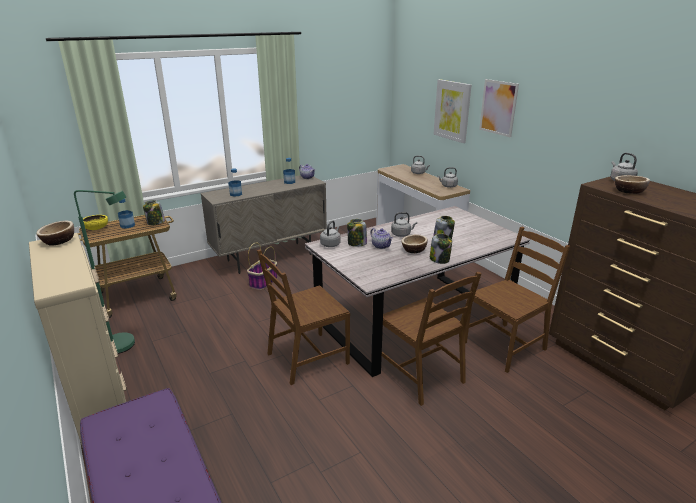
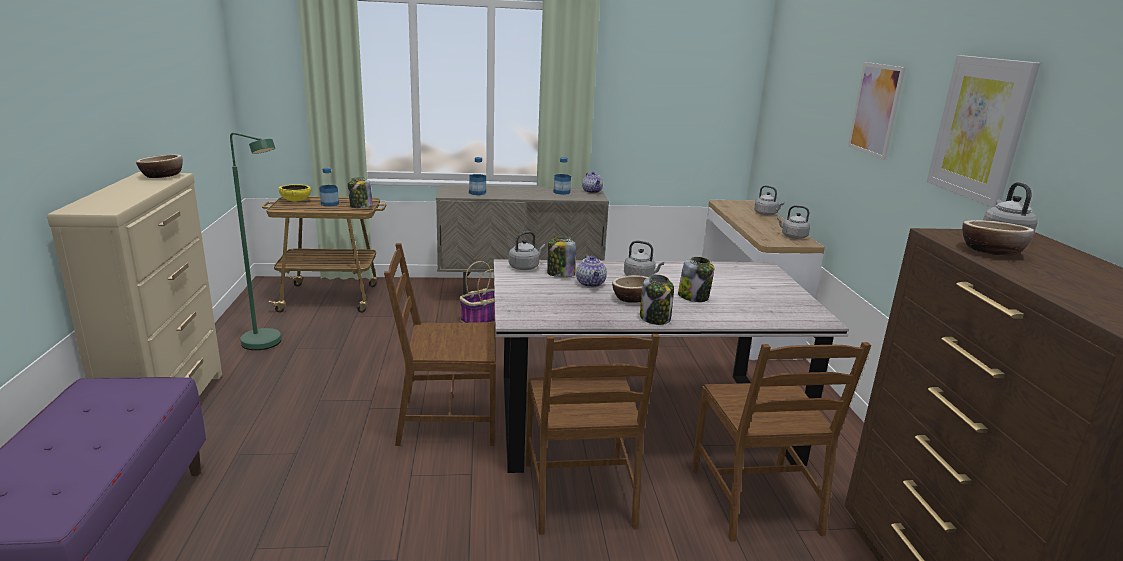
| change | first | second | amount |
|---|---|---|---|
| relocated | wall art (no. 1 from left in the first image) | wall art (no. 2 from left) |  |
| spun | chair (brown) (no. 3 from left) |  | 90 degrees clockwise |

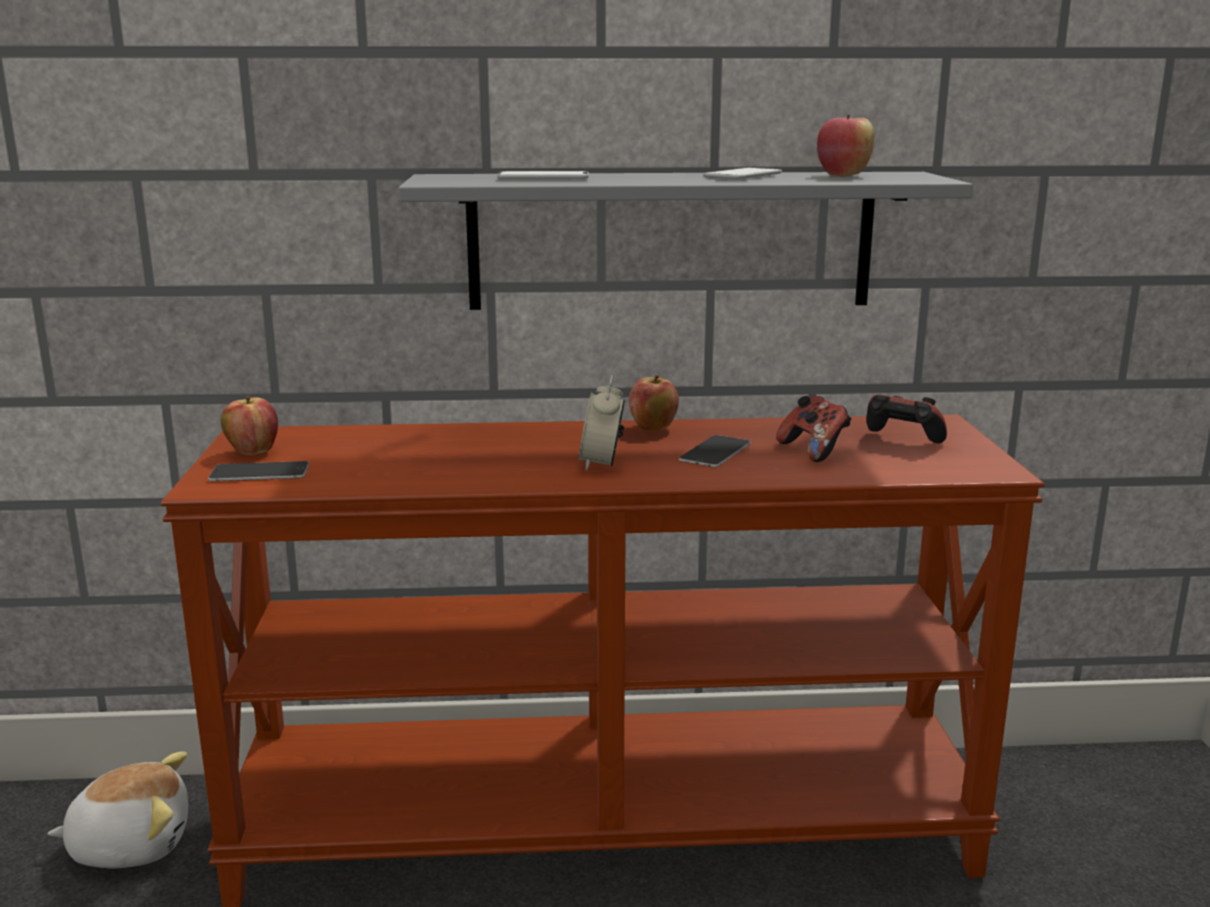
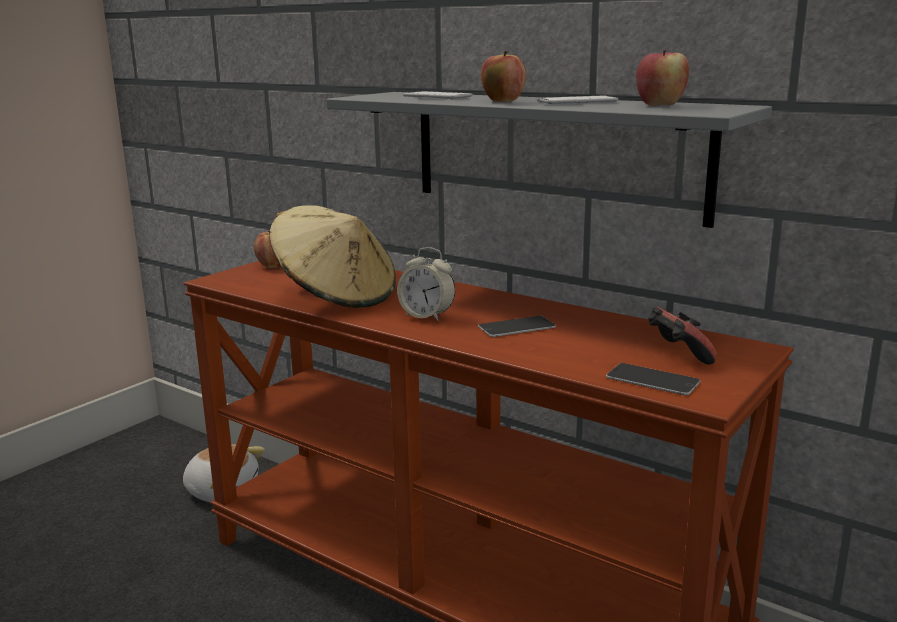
| change | first | second | amount |
|---|---|---|---|
| missing | game controller (no. 1 from left) |  |  |
| appeared |  | wearable hat (sand-coloured) |  |
| relocated | telephone (no. 1 from left in the first image) | telephone (no. 4 from left) |  |
| relocated | apple (no. 2 from left) |  |  |
| spun | alarm clock |  | 105 degrees counterclockwise |

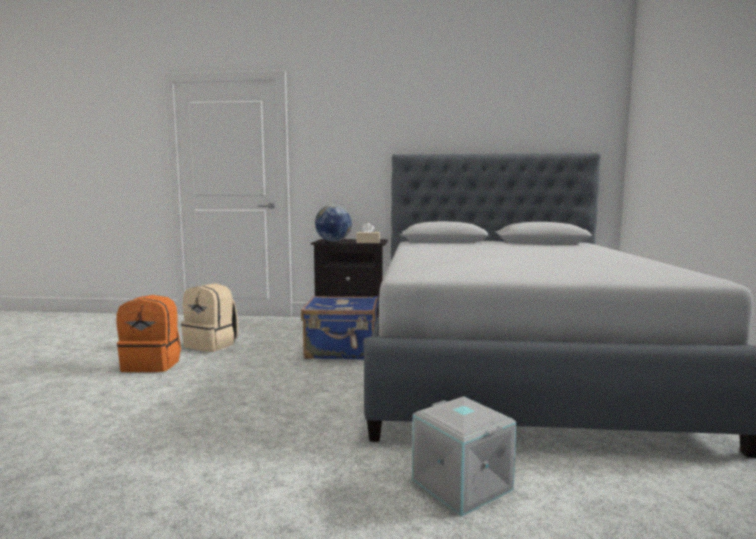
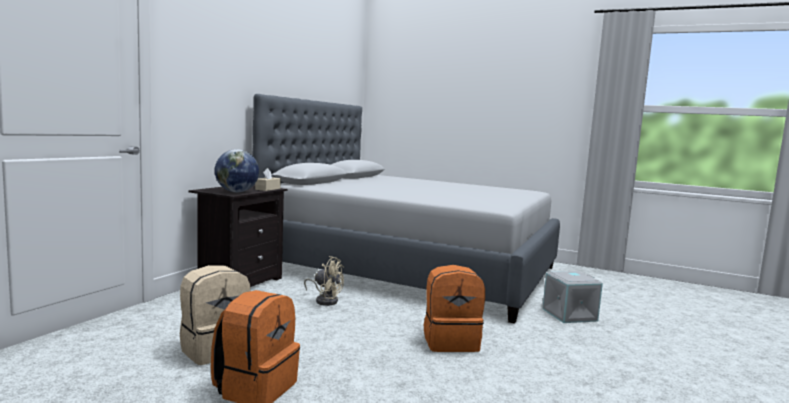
| change | first | second | amount |
|---|---|---|---|
| appeared |  | backpack (orange) (no. 2 from left) |  |
| exchanged | suitcase (blue) | electric fan (sand-coloured) |  |

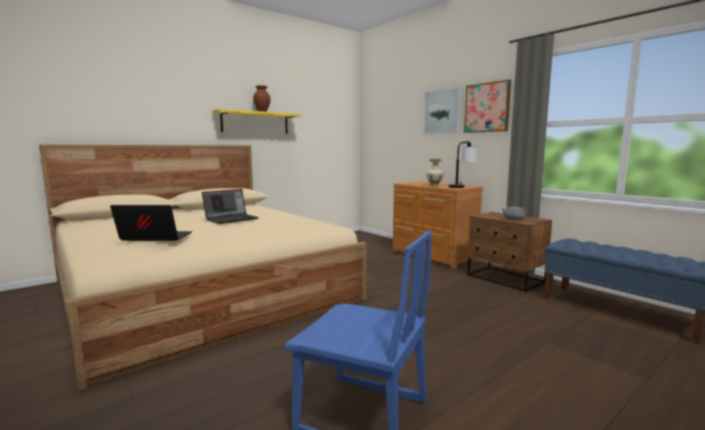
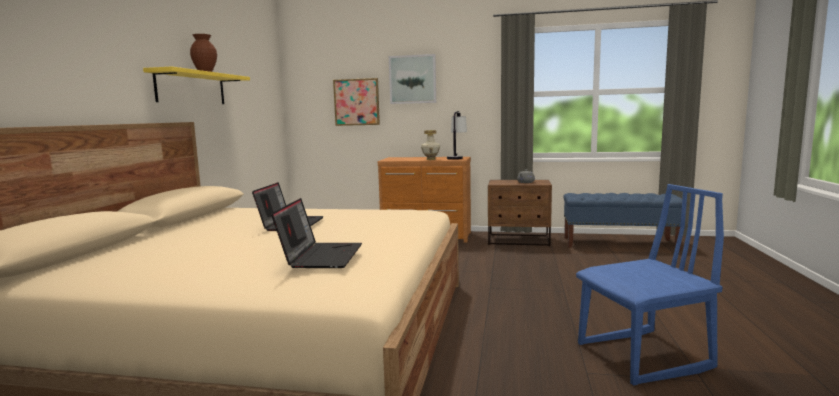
| change | first | second | amount |
|---|---|---|---|
| relocated | wall art (no. 2 from left in the first image) | wall art (no. 1 from left) |  |
| spun | laptop (no. 1 from left in the first image) | laptop (no. 2 from left) | 135 degrees clockwise |

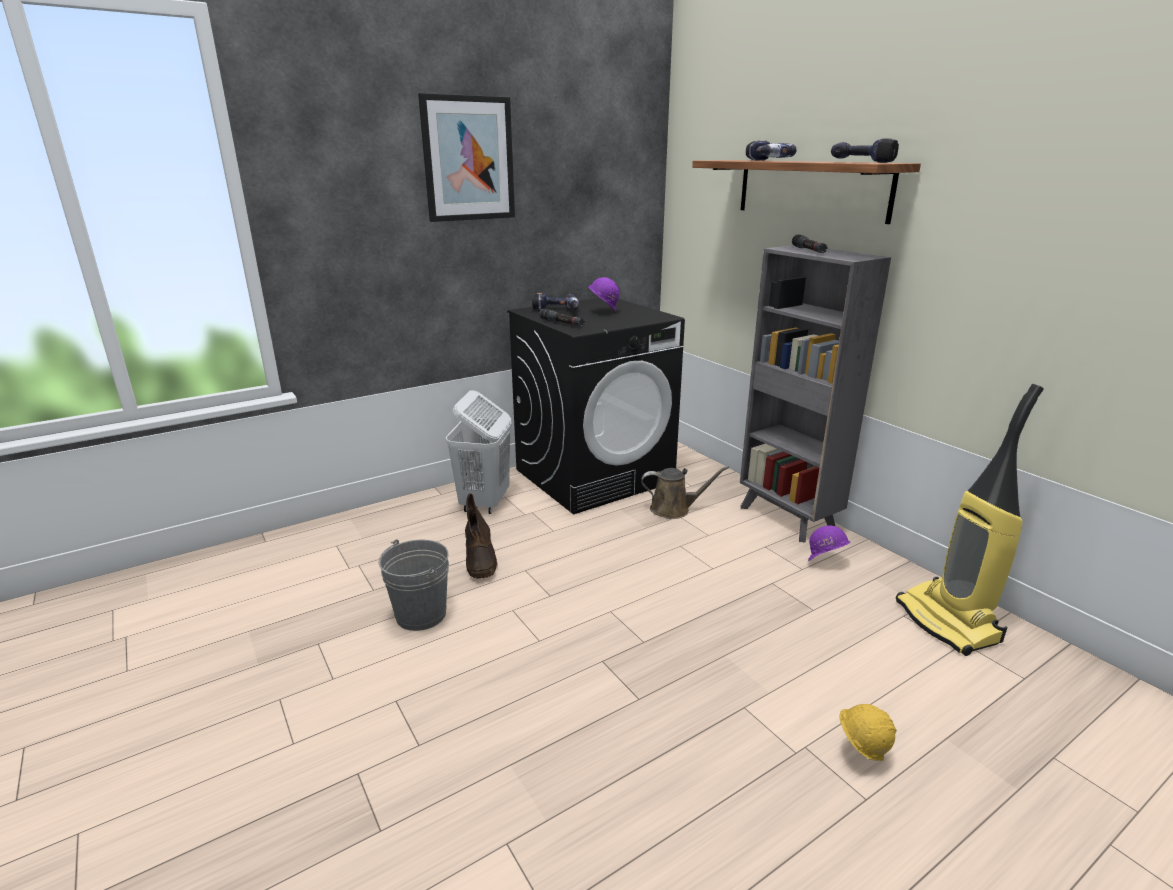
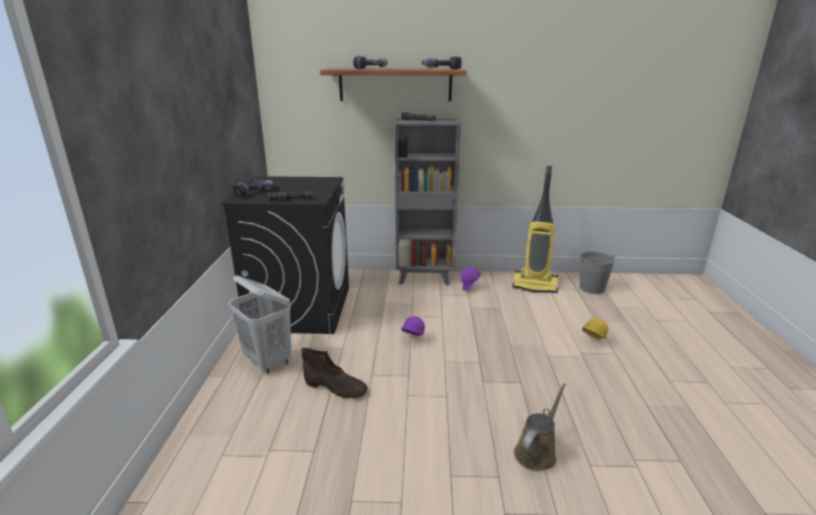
| change | first | second | amount |
|---|---|---|---|
| missing | wall art |  |  |
| relocated | bucket (gray) |  |  |
| relocated | safety helmet (purple) (no. 1 from left) |  |  |
| relocated | watering pot (brown) |  |  |

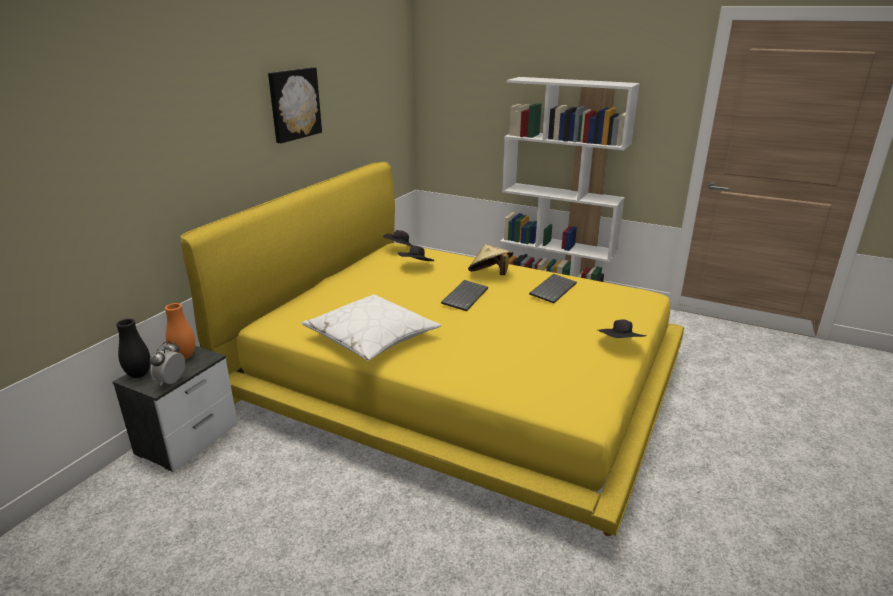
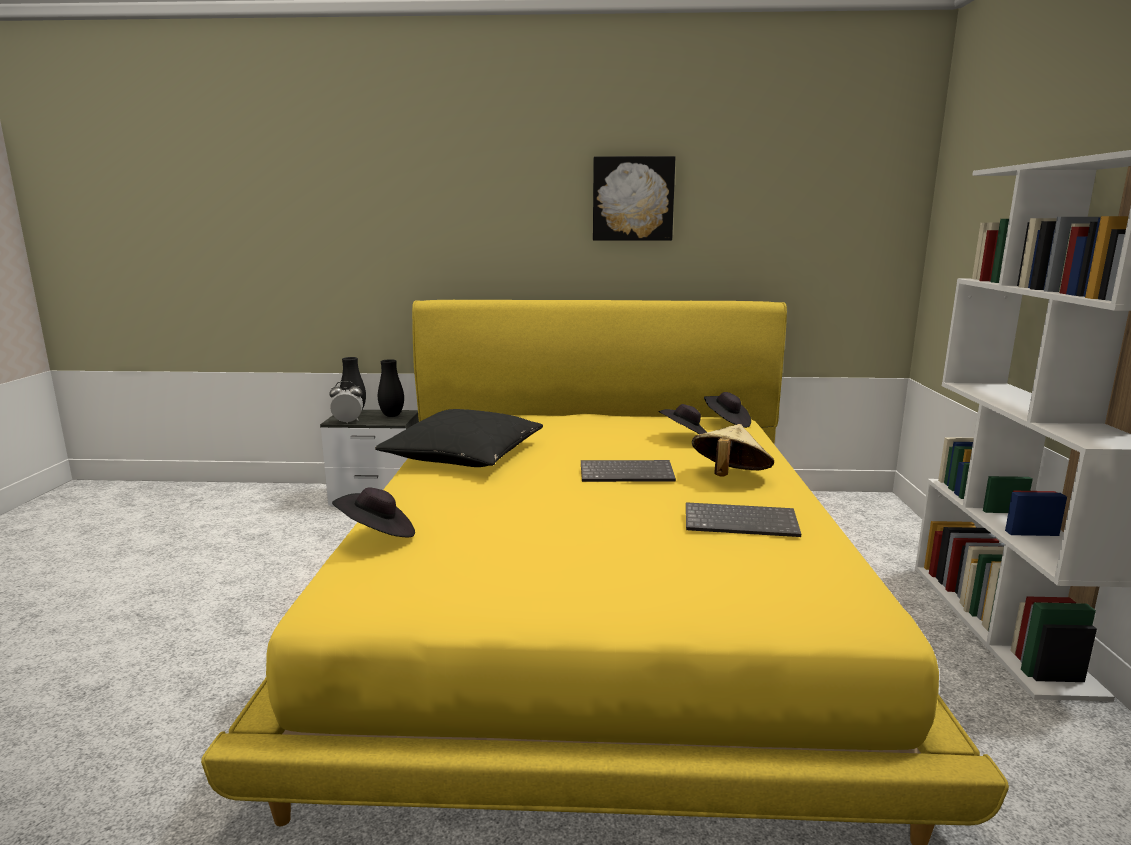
| change | first | second | amount |
|---|---|---|---|
| relocated | wearable hat (black-coloured) (no. 3 from left in the first image) | wearable hat (black-coloured) (no. 1 from left) |  |
| colour | vase (orange) | vase (black-coloured) (no. 2 from left) |  |
| colour | throw pillow (white) | throw pillow (black-coloured) |  |

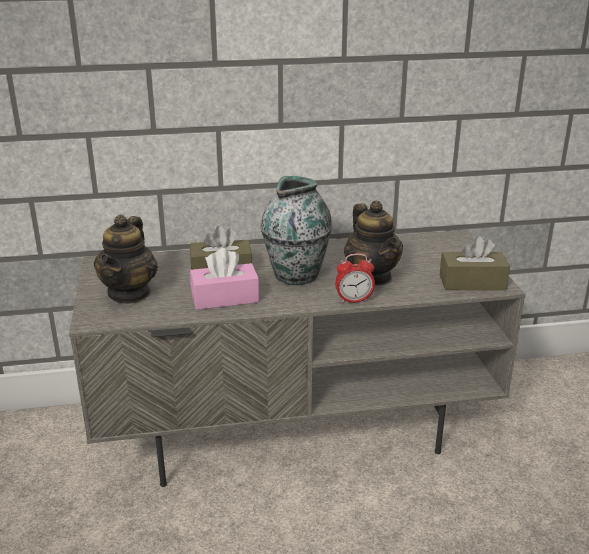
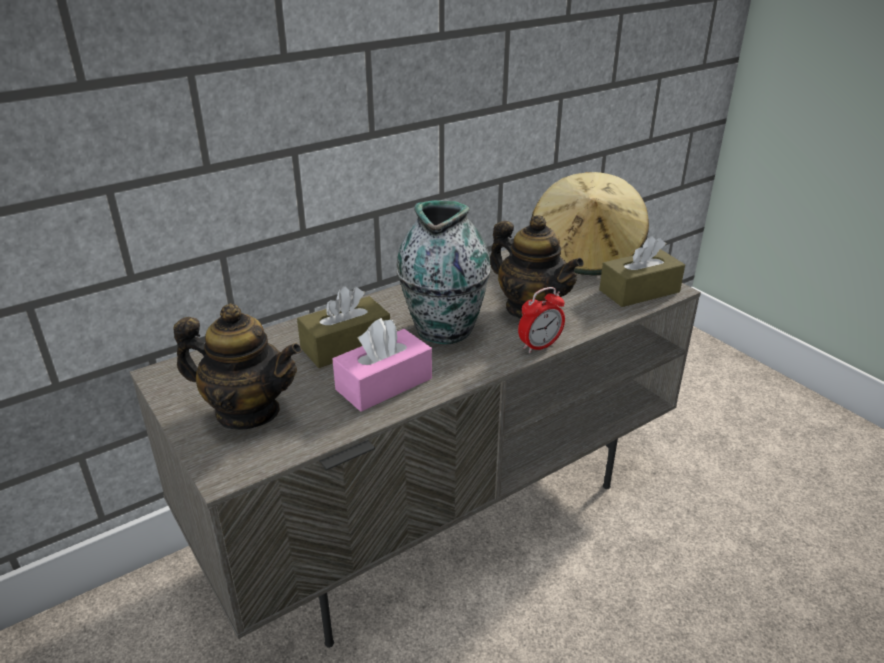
| change | first | second | amount |
|---|---|---|---|
| appeared |  | wearable hat (sand-coloured) |  |
| spun | tea pot (no. 1 from left) |  | 60 degrees counterclockwise |

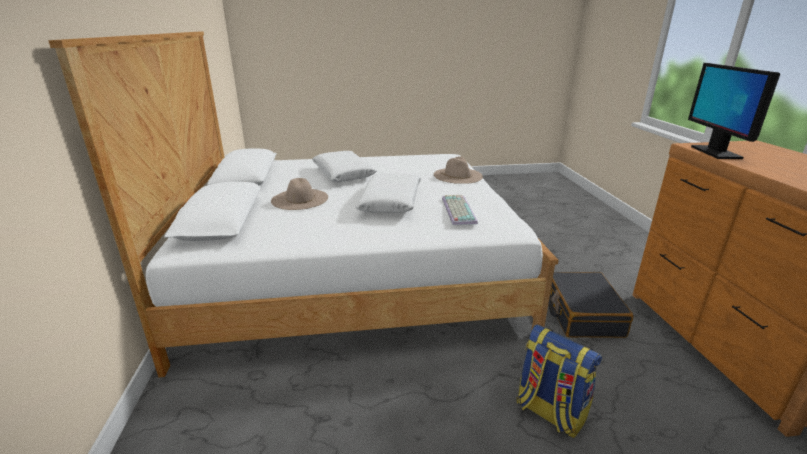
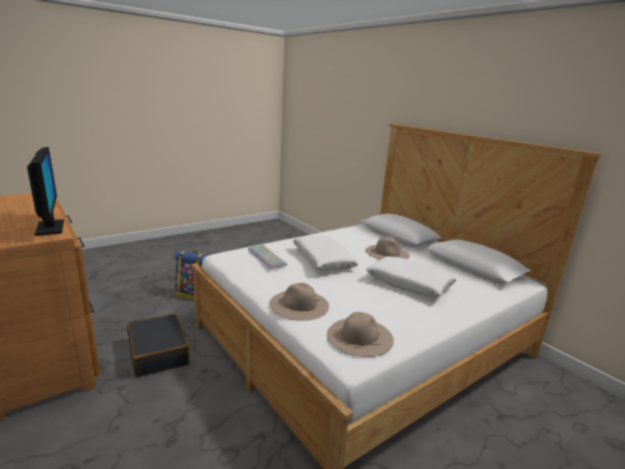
| change | first | second | amount |
|---|---|---|---|
| appeared |  | wearable hat (sand-coloured) (no. 2 from left) |  |

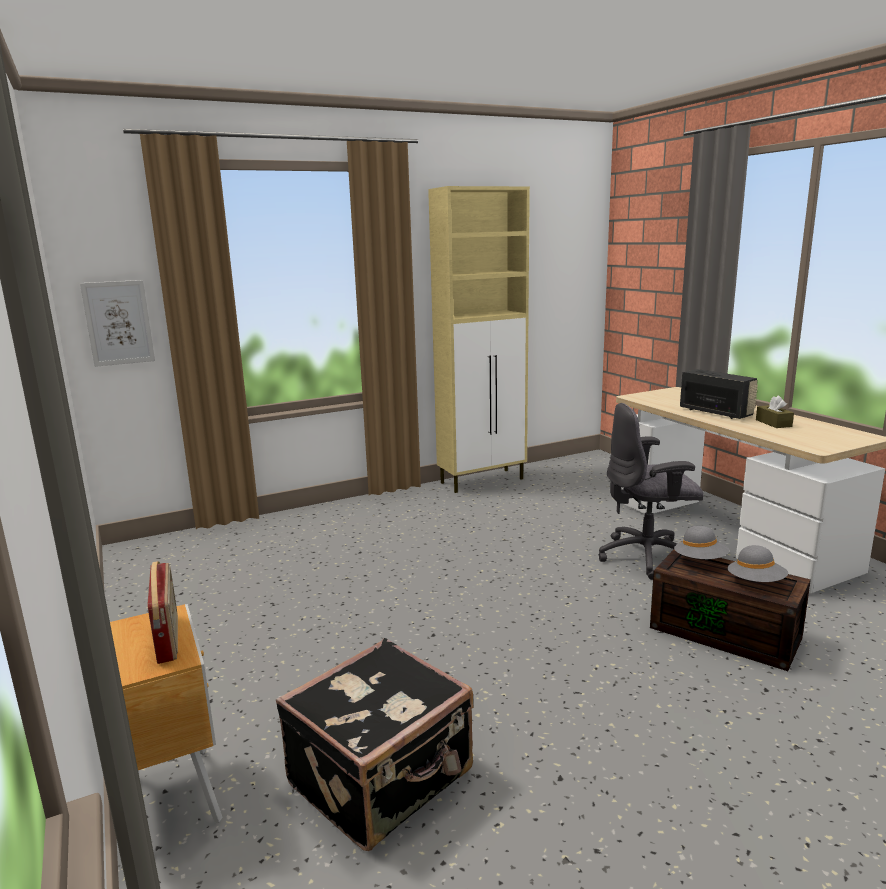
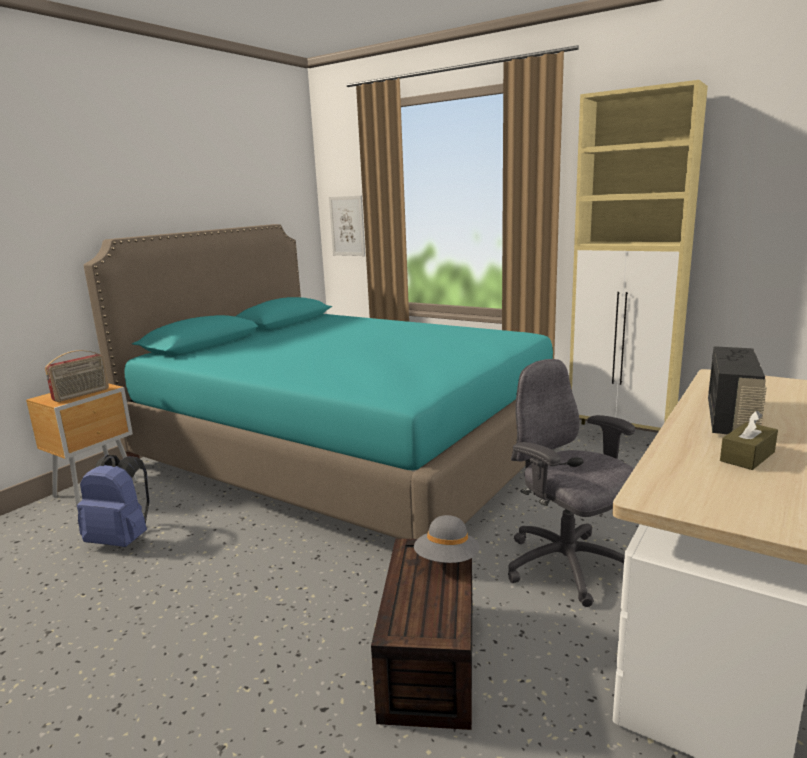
| change | first | second | amount |
|---|---|---|---|
| missing | wearable hat (gray) (no. 2 from left) |  |  |
| appeared |  | bedroom bed (turquoise) |  |
| exchanged | suitcase (black-coloured) | backpack (blue) |  |

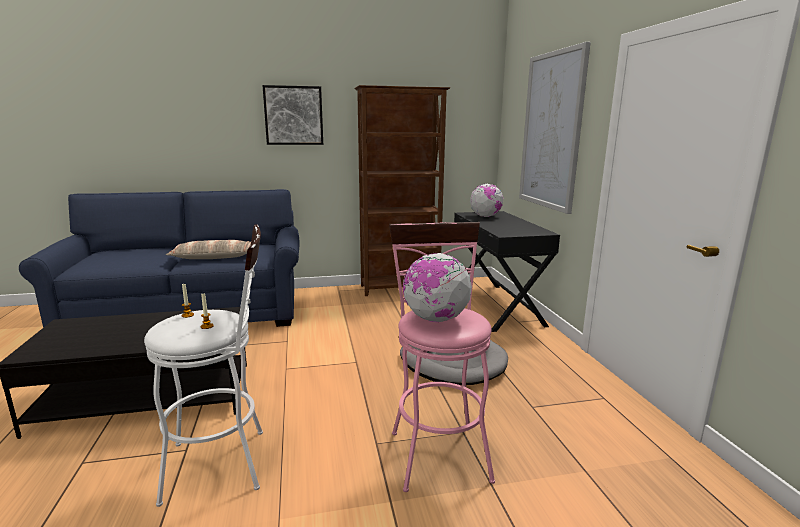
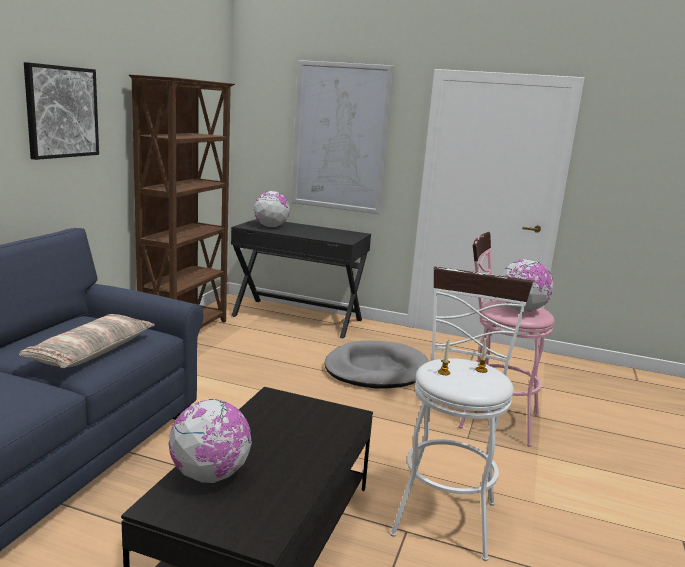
| change | first | second | amount |
|---|---|---|---|
| appeared |  | desk globe (no. 1 from left) |  |

